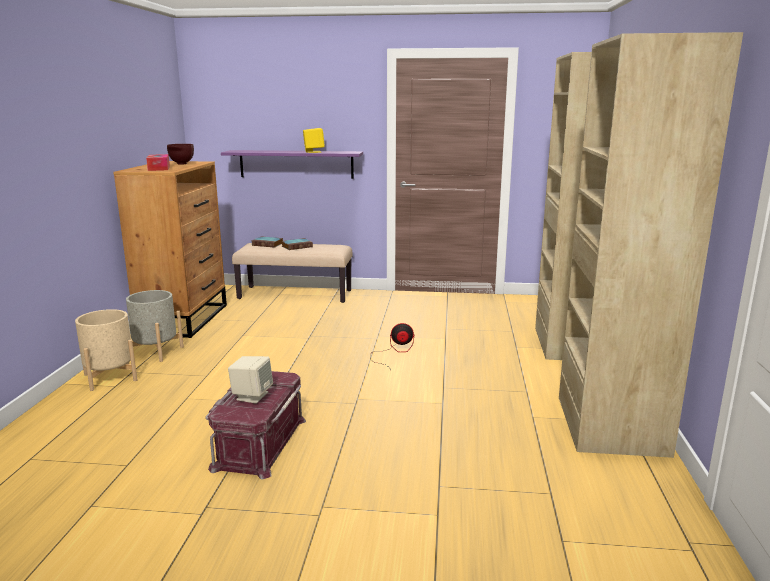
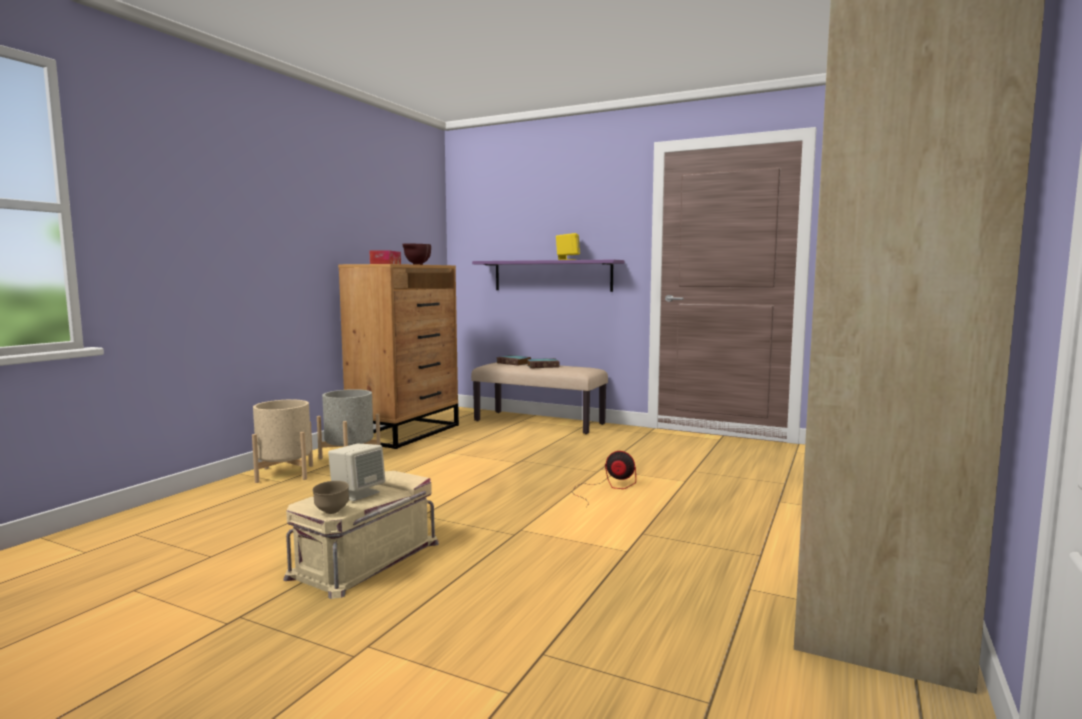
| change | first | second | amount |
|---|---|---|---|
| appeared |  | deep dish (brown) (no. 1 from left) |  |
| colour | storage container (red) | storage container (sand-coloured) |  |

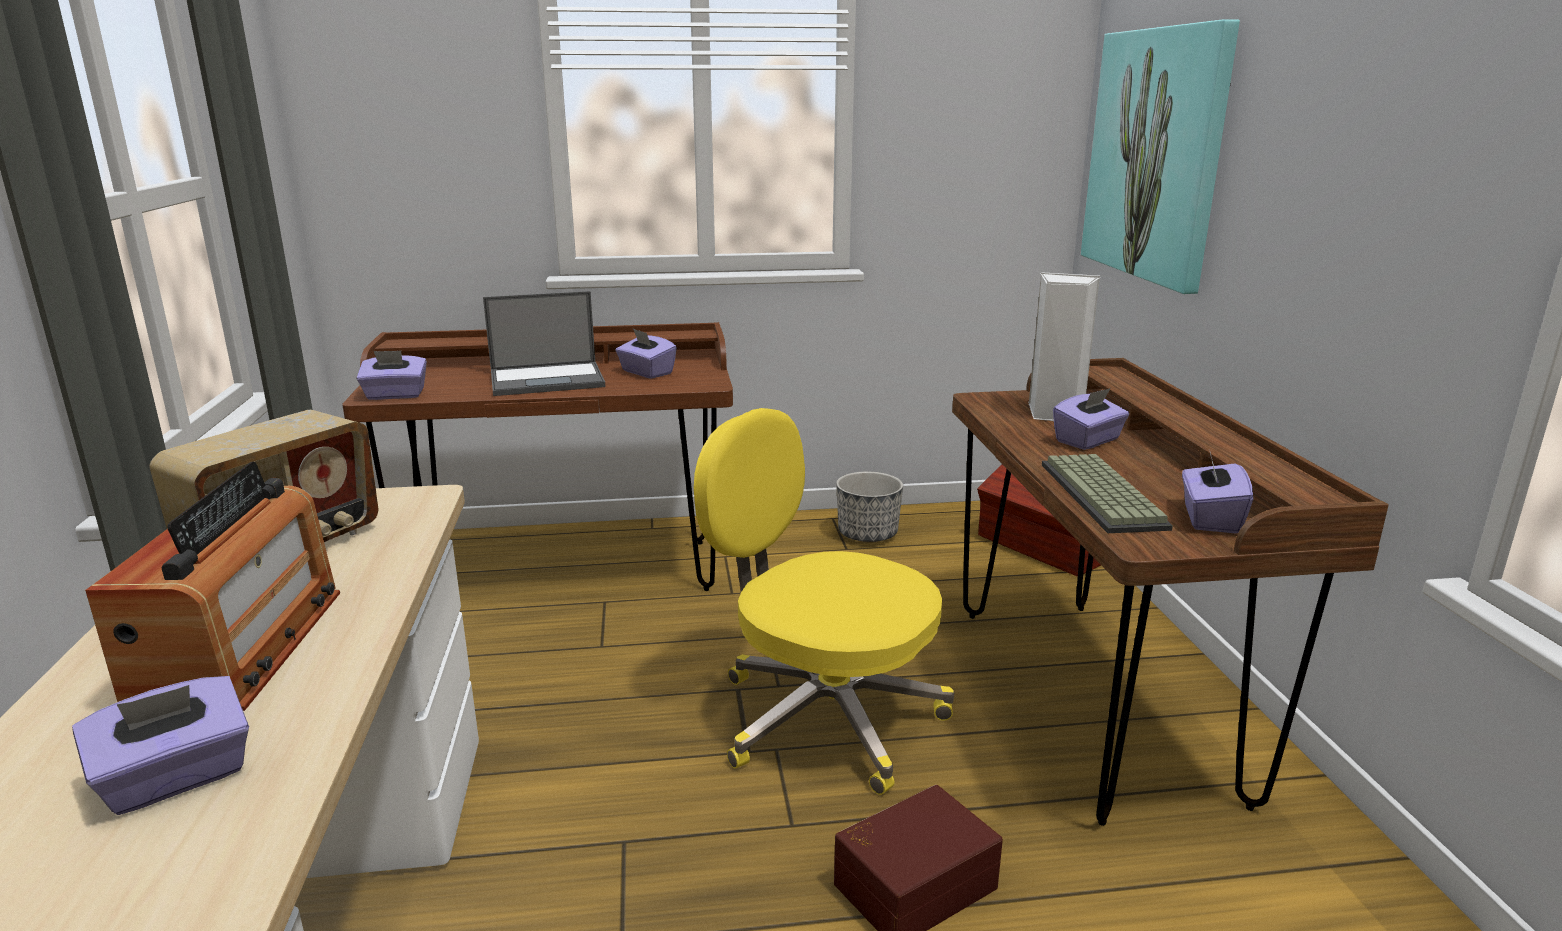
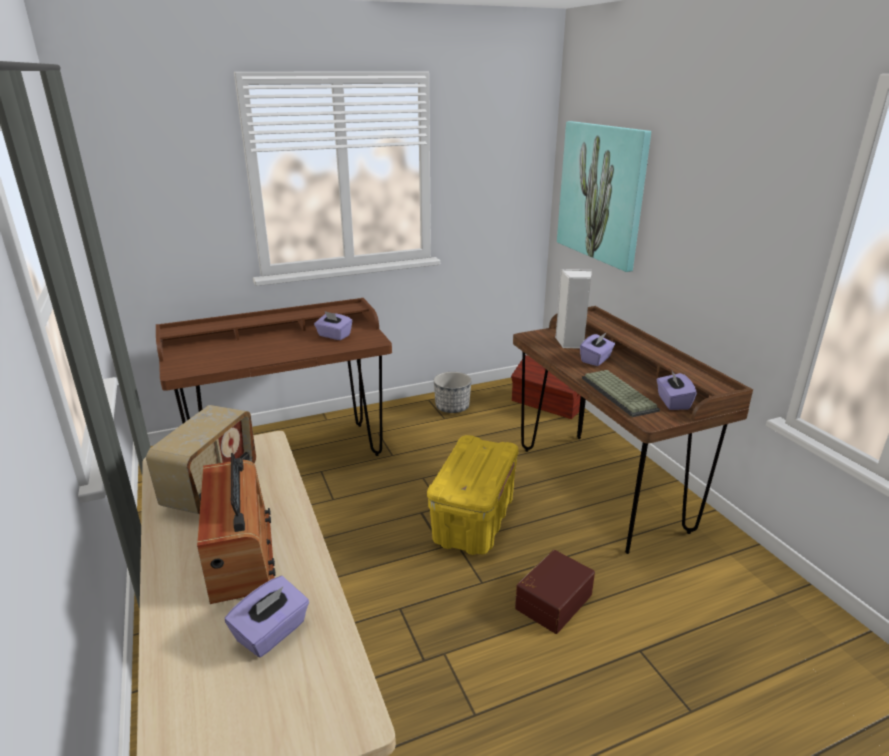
| change | first | second | amount |
|---|---|---|---|
| missing | box of tissues (purple) (no. 2 from left) |  |  |
| missing | laptop |  |  |
| exchanged | computer chair (yellowish) | storage container (yellowish) |  |

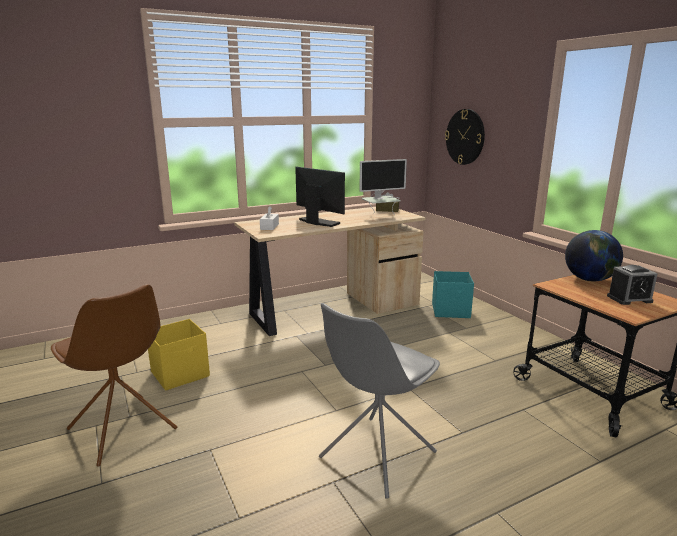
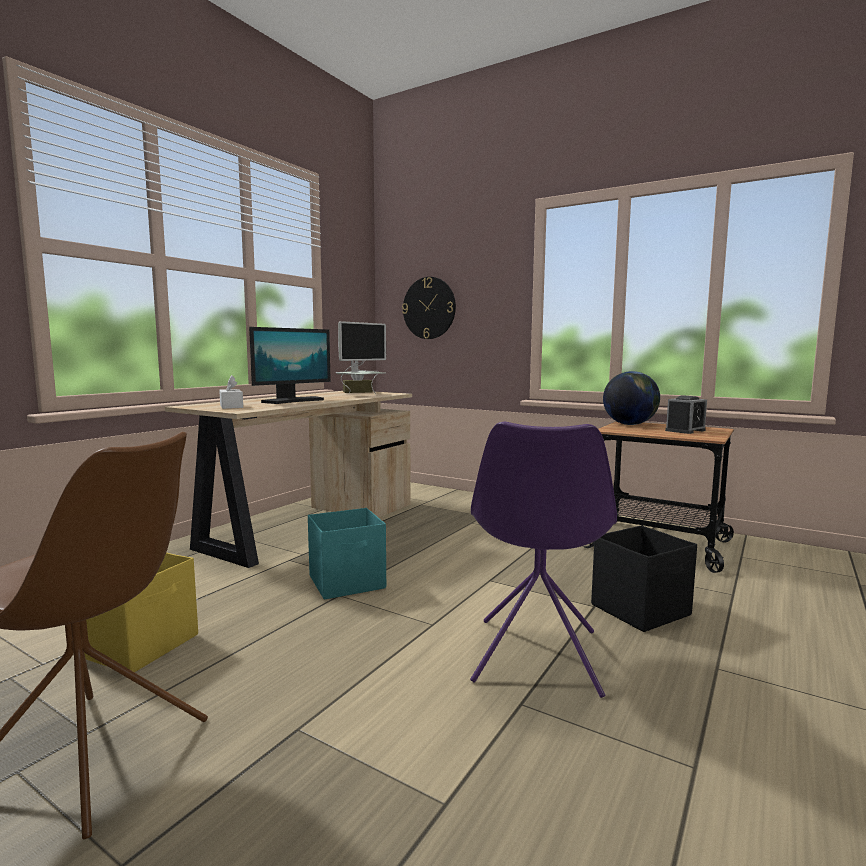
| change | first | second | amount |
|---|---|---|---|
| appeared |  | storage container (black-coloured) |  |
| relocated | storage container (turquoise) |  |  |
| colour | chair (gray) | chair (purple) |  |
| spun | monitor (no. 1 from left) |  | 120 degrees clockwise |

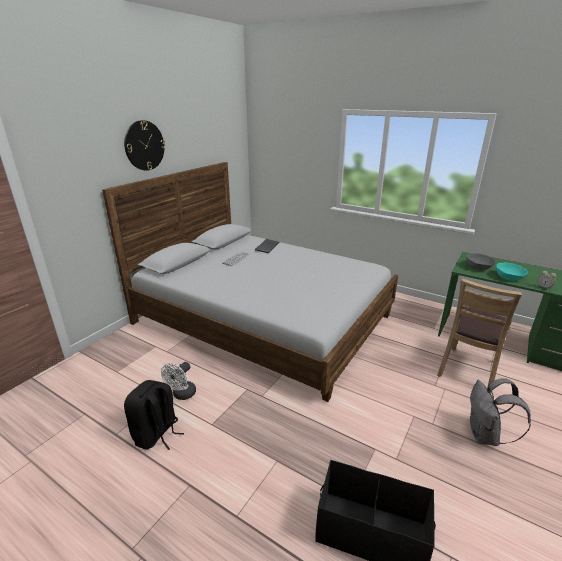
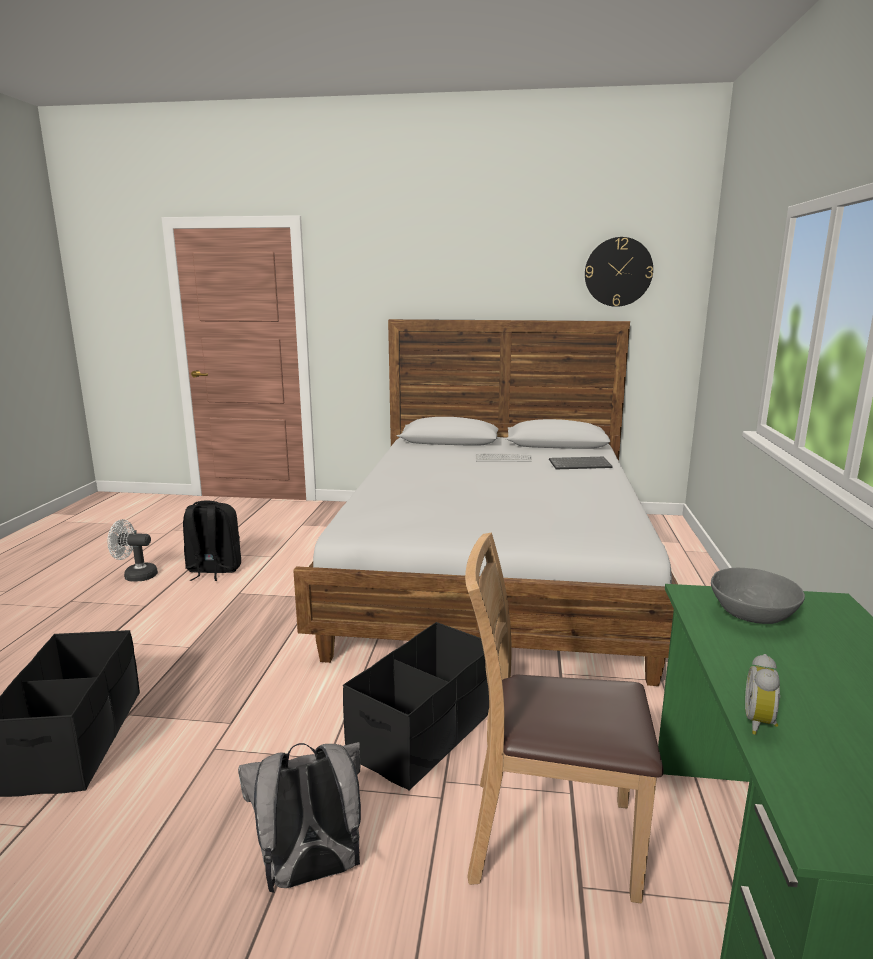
| change | first | second | amount |
|---|---|---|---|
| missing | deep dish (turquoise) |  |  |
| appeared |  | storage container (black-coloured) (no. 2 from left) |  |
| relocated | hanging clock |  |  |
| relocated | electric fan (white) |  |  |

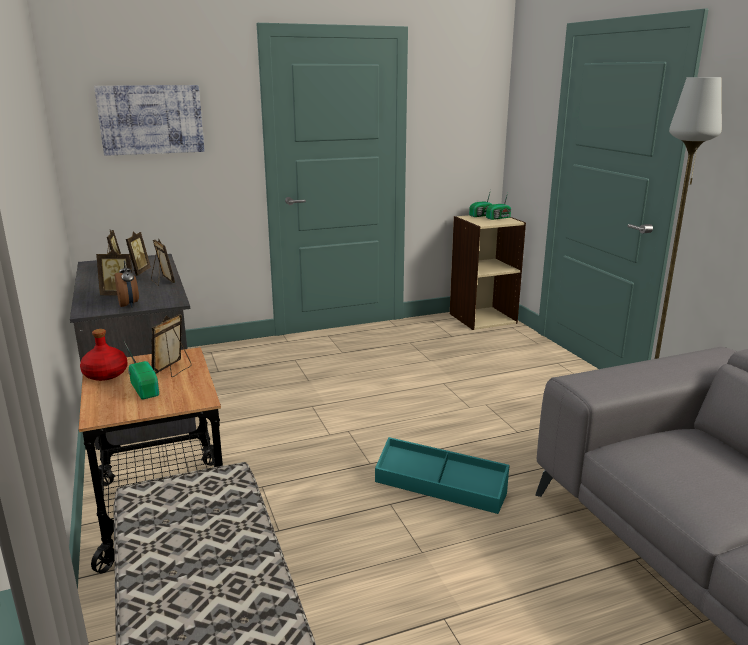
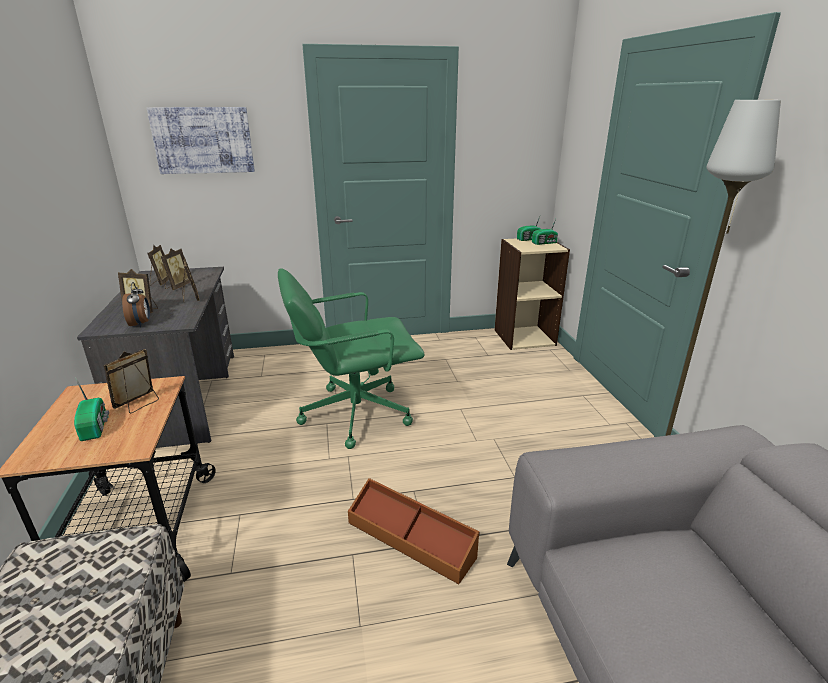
| change | first | second | amount |
|---|---|---|---|
| missing | drink bottle (red) |  |  |
| appeared |  | computer chair (green) |  |
| colour | storage container (turquoise) | storage container (brown) |  |

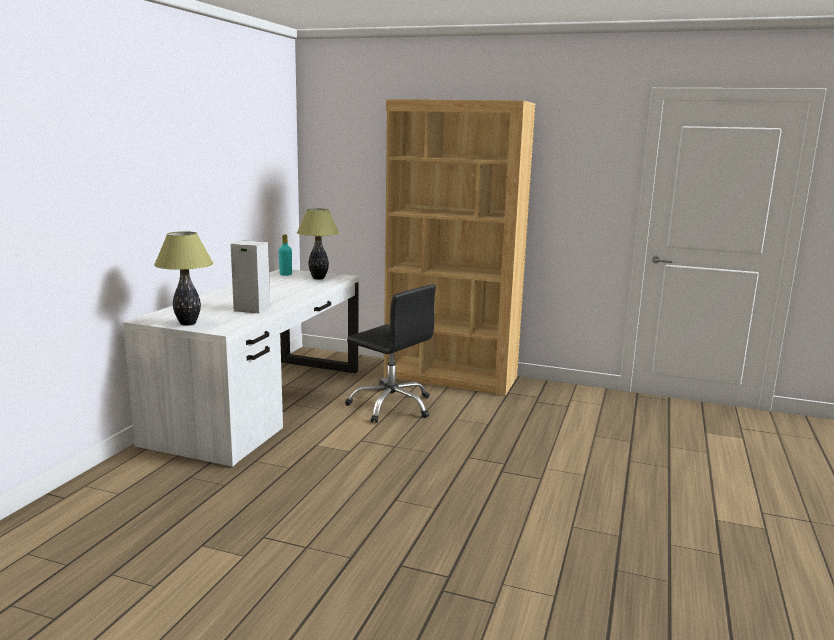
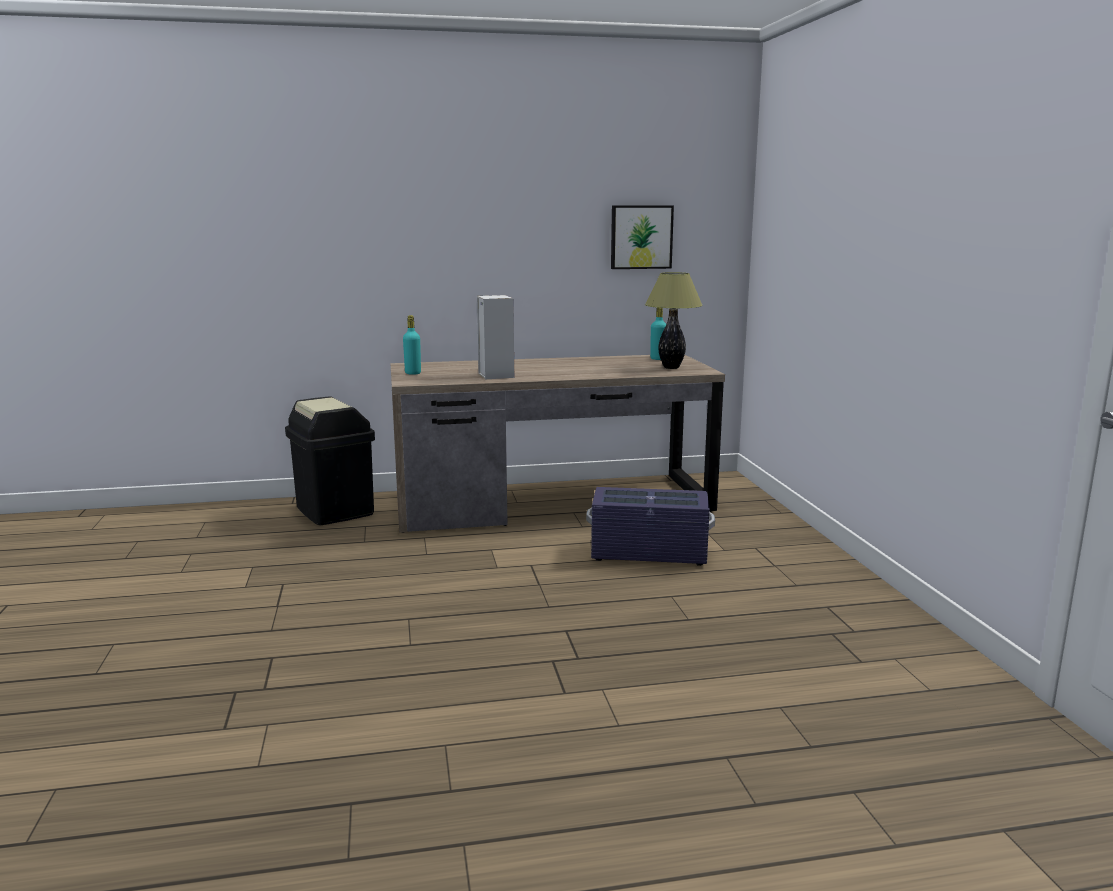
| change | first | second | amount |
|---|---|---|---|
| missing | shelving unit (brown) |  |  |
| appeared |  | rubbish bin (black-coloured) |  |
| appeared |  | wall art |  |
| exchanged | lamp for a table (no. 1 from left) | drink bottle (turquoise) (no. 1 from left) |  |
| exchanged | computer chair (black-coloured) | storage container (purple) |  |
| colour | desk (white) | desk (brown) |  |

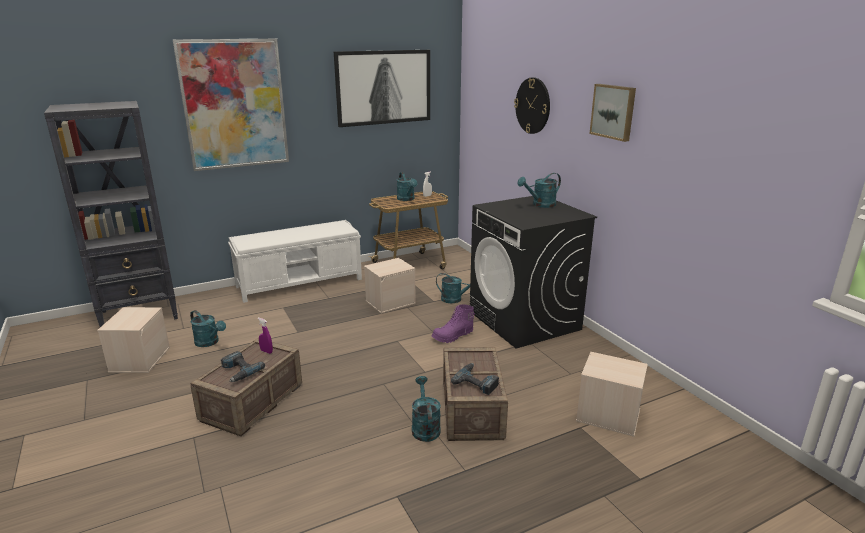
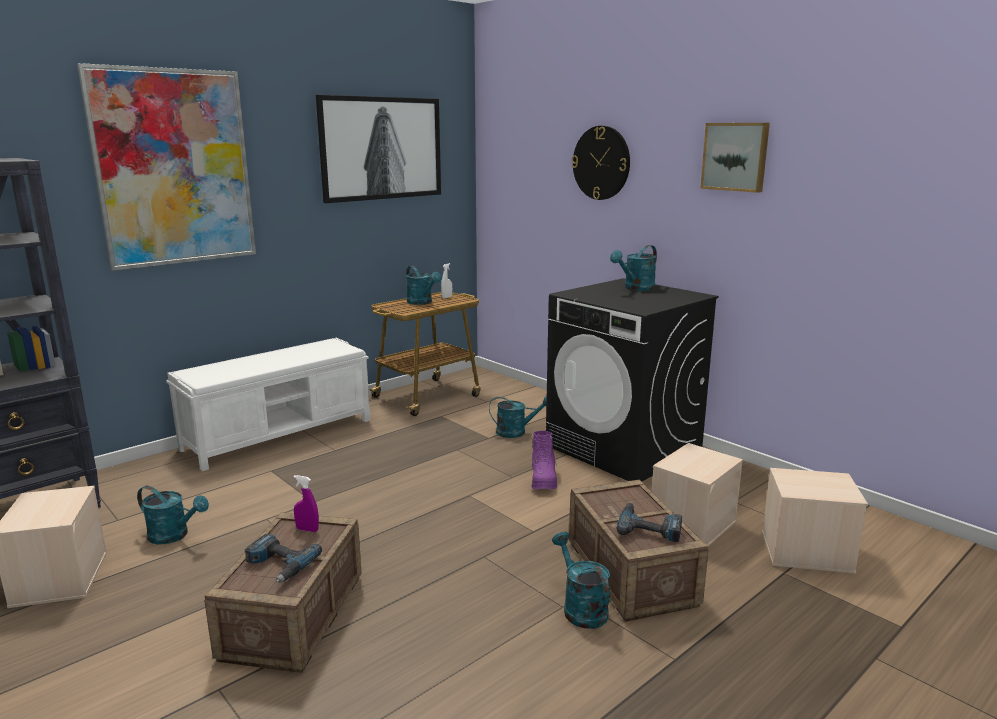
| change | first | second | amount |
|---|---|---|---|
| relocated | storage container (sand-coloured) (no. 2 from left) |  |  |
| spun | tall boot (purple) |  | 45 degrees counterclockwise |

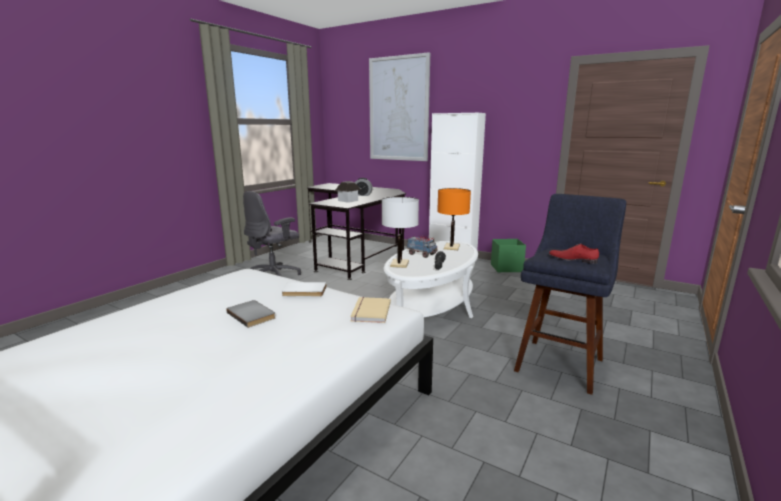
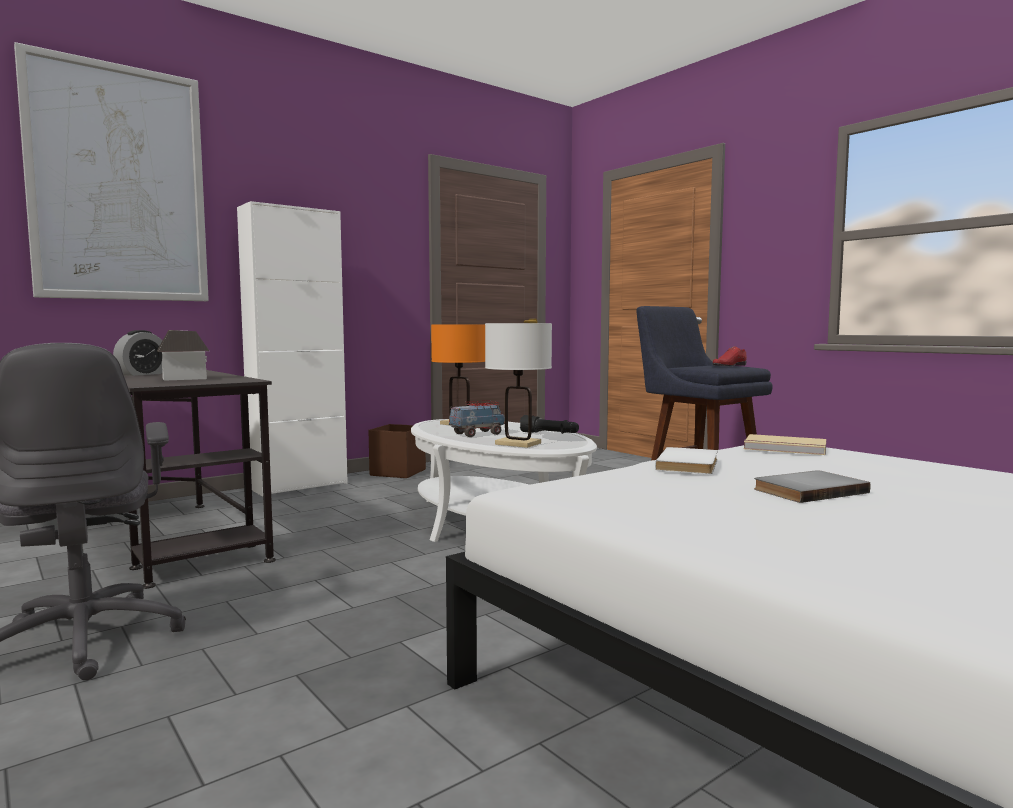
| change | first | second | amount |
|---|---|---|---|
| colour | storage container (green) | storage container (brown) |  |

